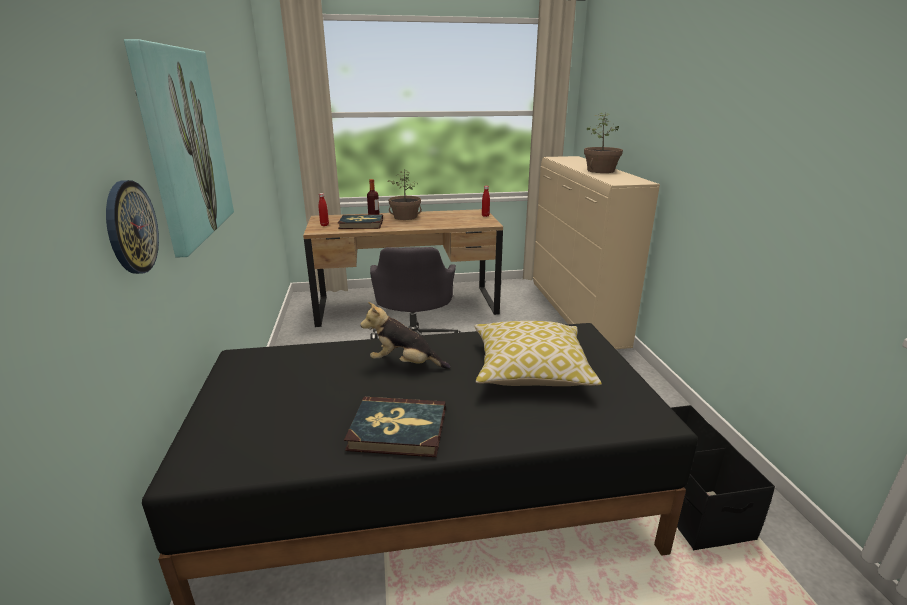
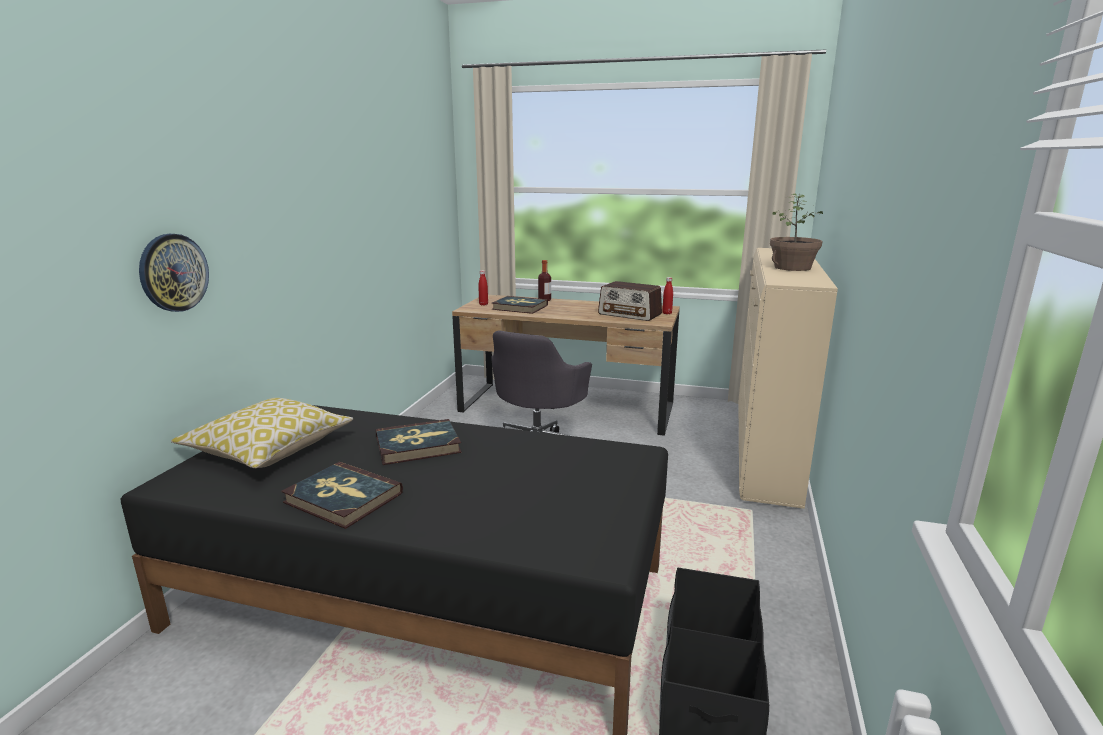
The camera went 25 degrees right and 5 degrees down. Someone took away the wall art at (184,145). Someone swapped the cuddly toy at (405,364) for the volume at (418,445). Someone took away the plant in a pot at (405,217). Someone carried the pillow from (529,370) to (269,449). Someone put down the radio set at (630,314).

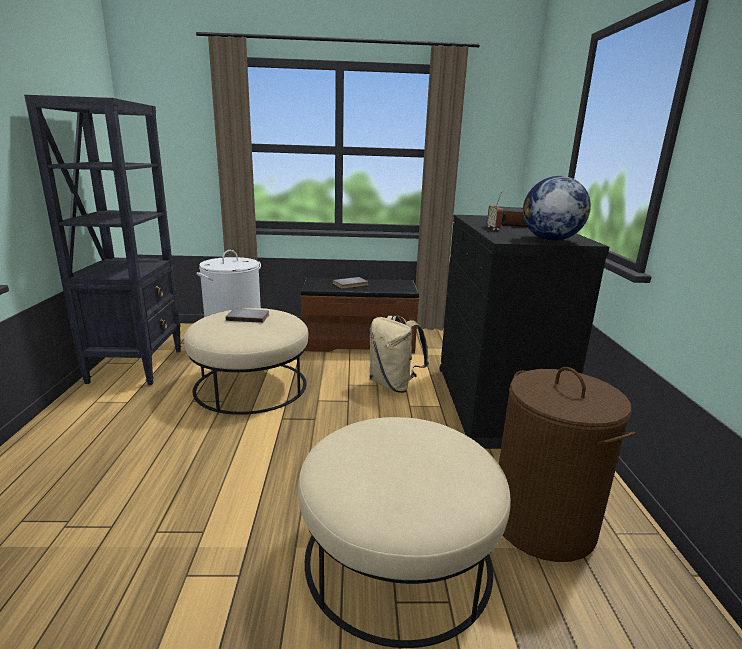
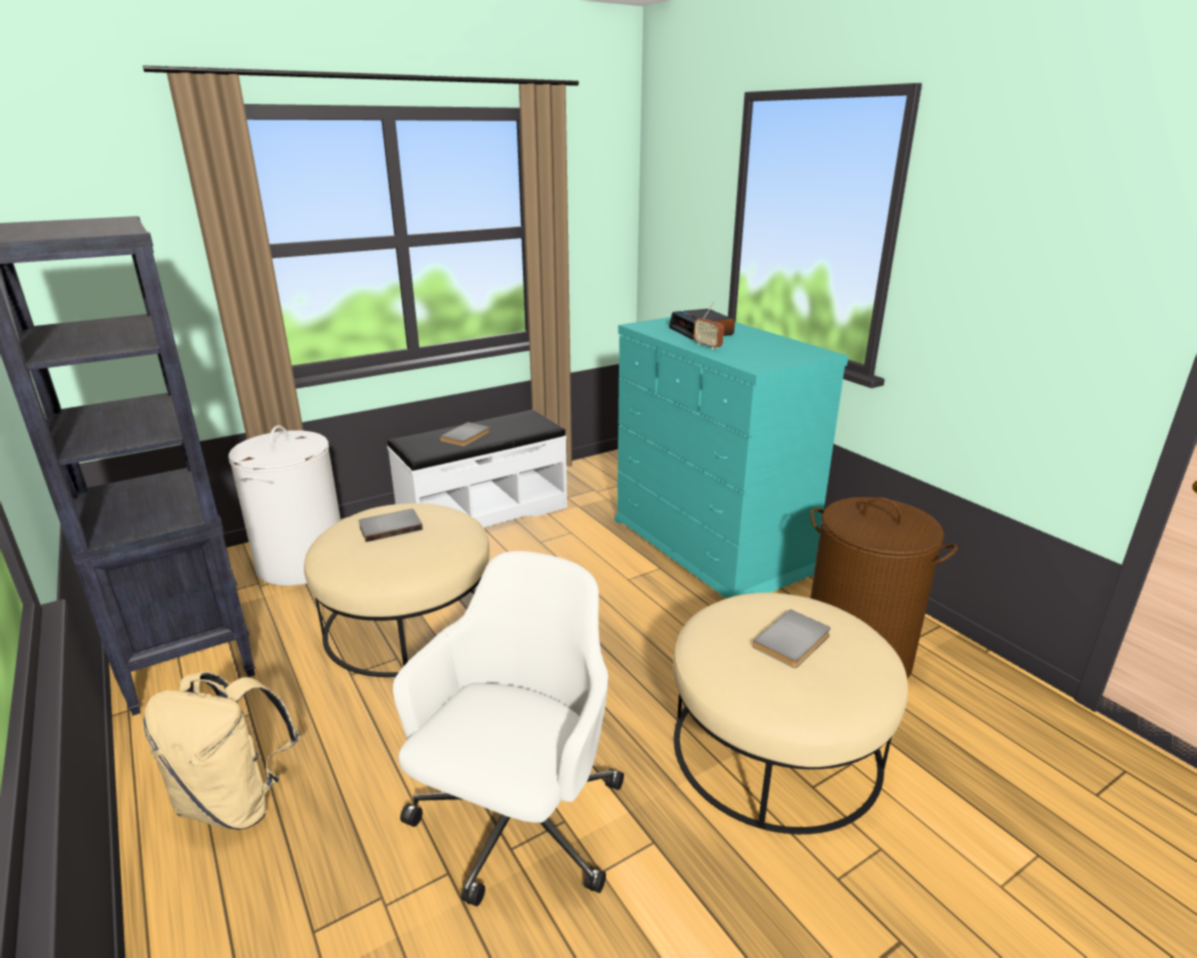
The camera went 30 degrees left and 5 degrees up. Someone repainted the brown long seat at (358,342), which became the white-coloured long seat at (483,513). Someone carried the sand-coloured rucksack from (394,385) to (236,802). Someone repainted the black-coloured drawer chest at (495,404), which became the turquoise drawer chest at (711,546). Someone took away the globe at (550,240). Someone put down the white-coloured desk chair at (517,824). Someone put down the greyish volume at (794,642).

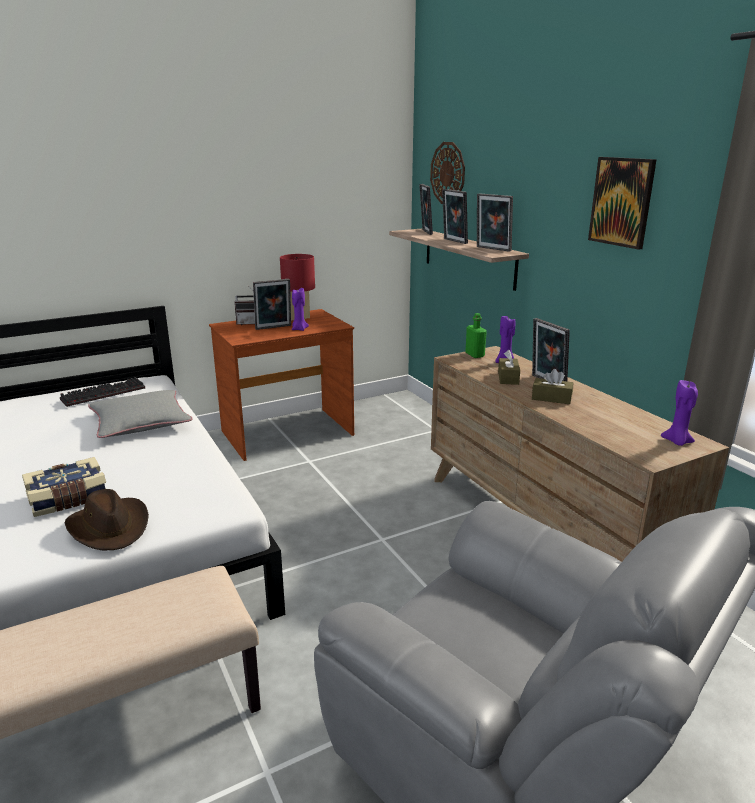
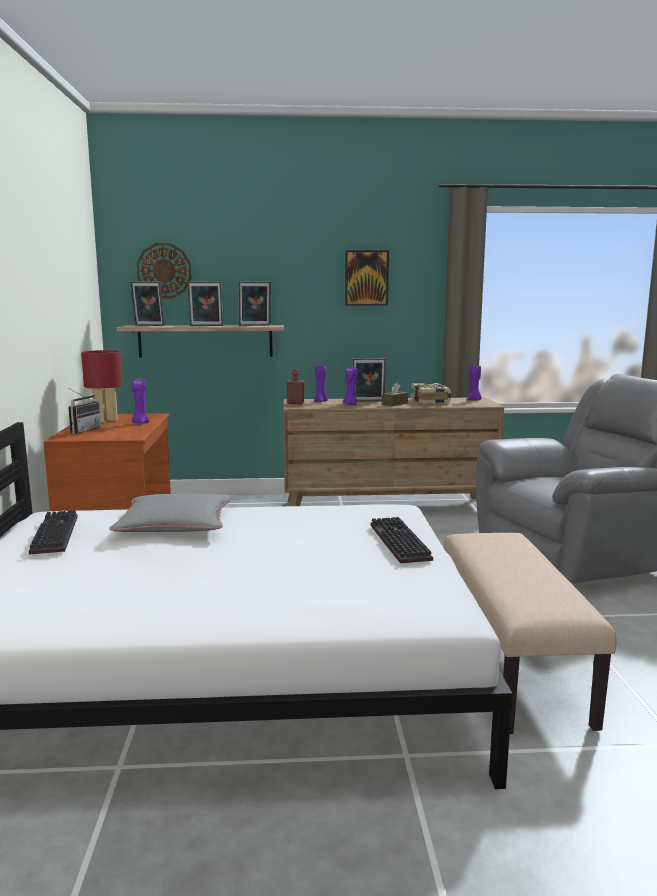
The camera went 65 degrees left and 10 degrees down. Someone carried the volume from (68,499) to (431,401). Someone swapped the brown wearable hat at (110,527) for the computer keyboard at (397,541). Someone took away the photo frame at (274,328). Someone repainted the greenish drink bottle at (474,355), which became the reddish drink bottle at (295,403). Someone swapped the brown tissue box at (508,378) for the purple-coloured candle at (350,404).

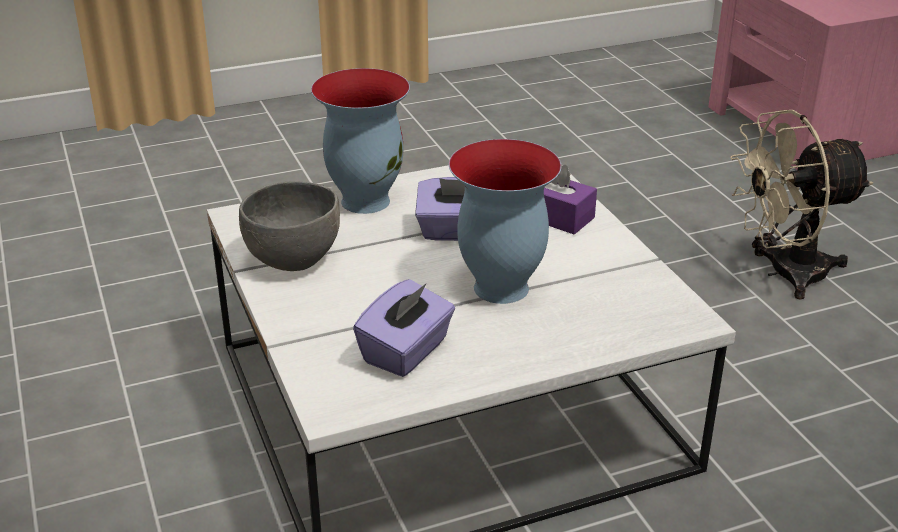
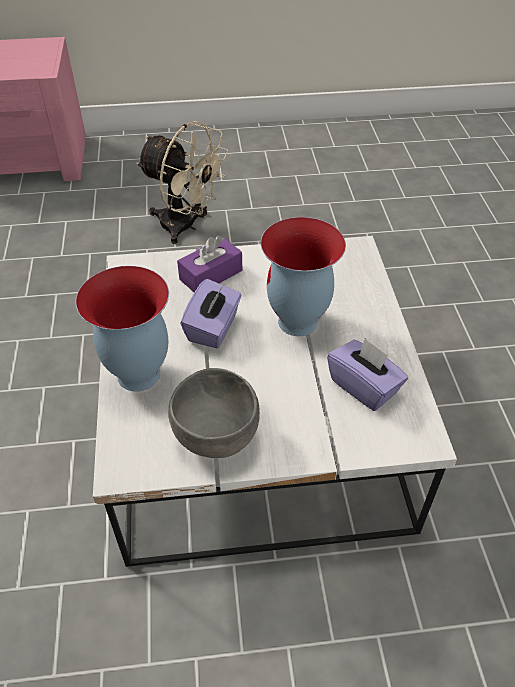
The camera went 75 degrees left and 15 degrees up. Someone rotated the sand-coloured fan at (784,273) by 60 degrees counterclockwise.

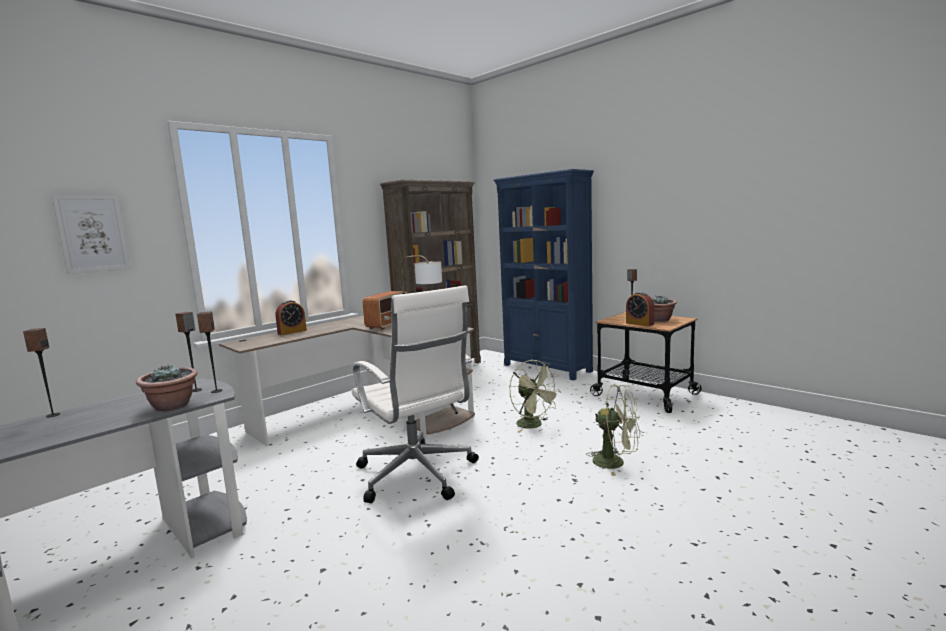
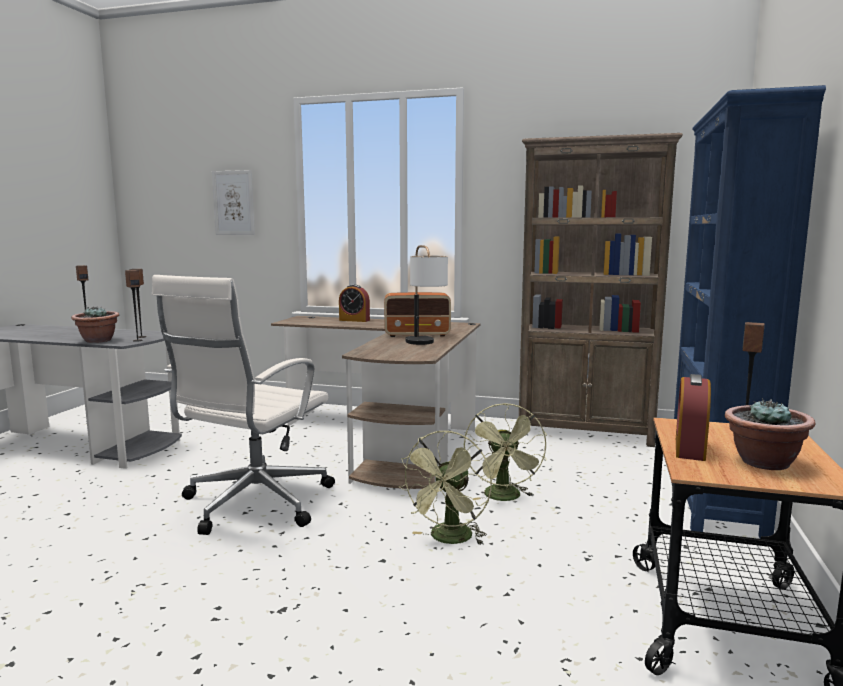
The camera went 60 degrees right and 0 degrees up. Someone carried the greenish fan from (616,463) to (505,498).

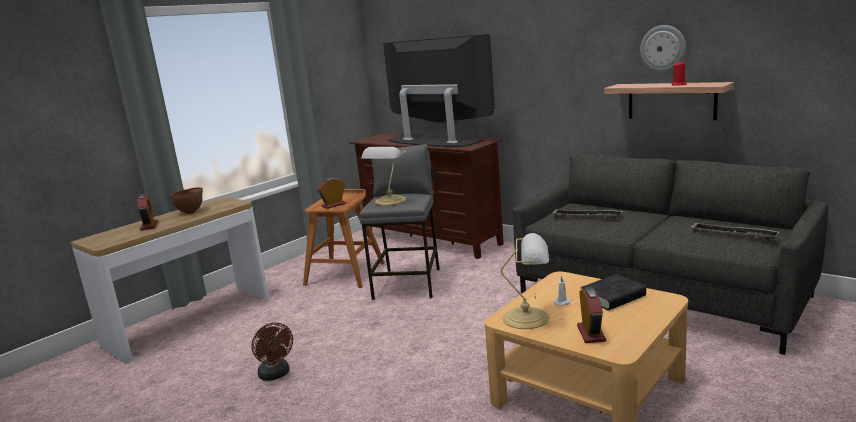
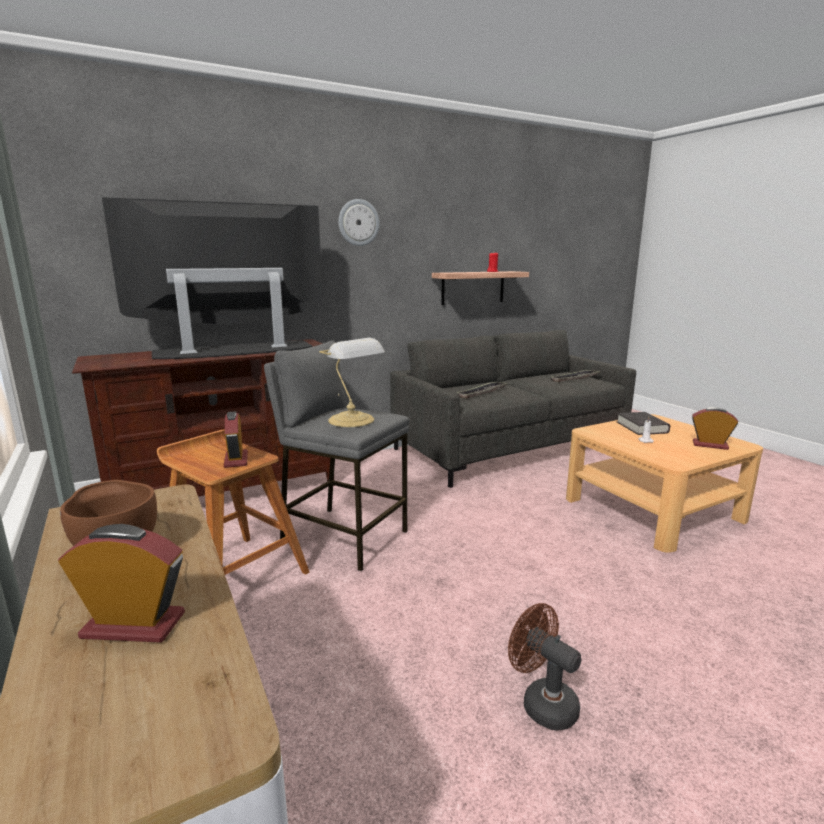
The camera went 70 degrees left and 0 degrees up. Someone rotated the brown fan at (276,375) by 120 degrees counterclockwise. Someone took away the table lamp at (528,317). Someone carried the hanging clock from (663,48) to (358,222).

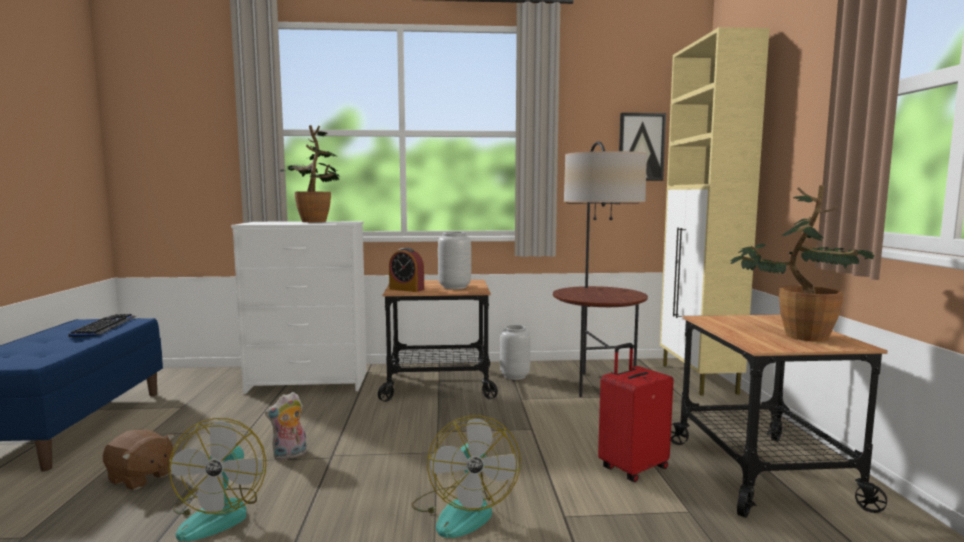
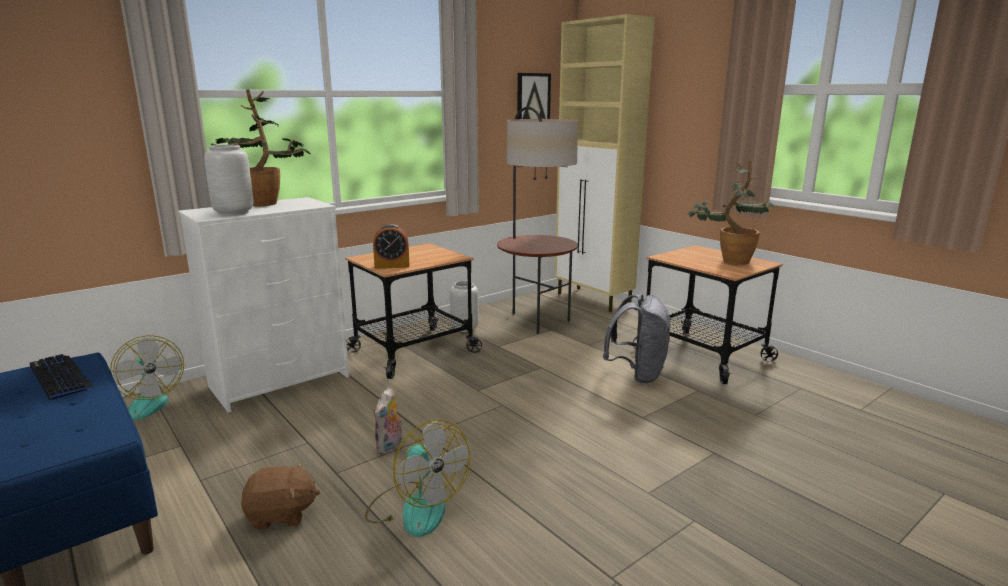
The camera went 35 degrees left and 10 degrees up. Someone carried the fan from (462,510) to (144,404). Someone carried the greyish vase from (455,287) to (234,213). Someone swapped the reddish travel case at (632,468) for the greyish rucksack at (637,374).

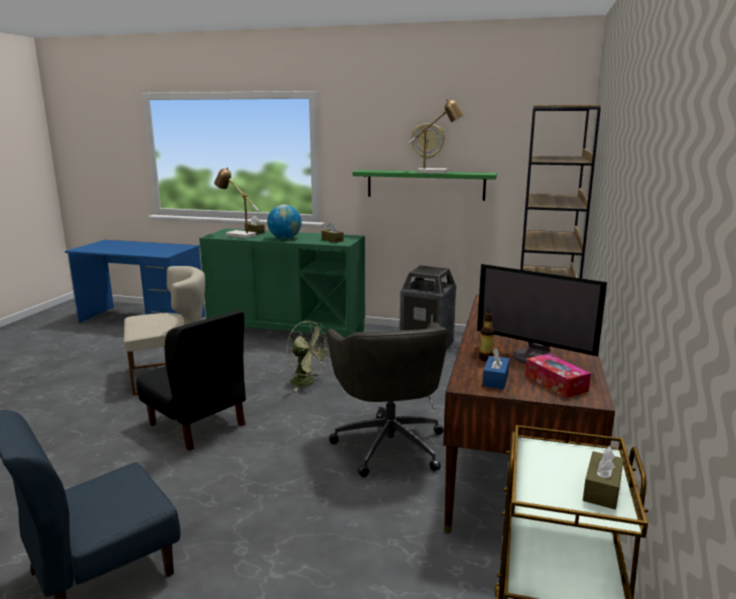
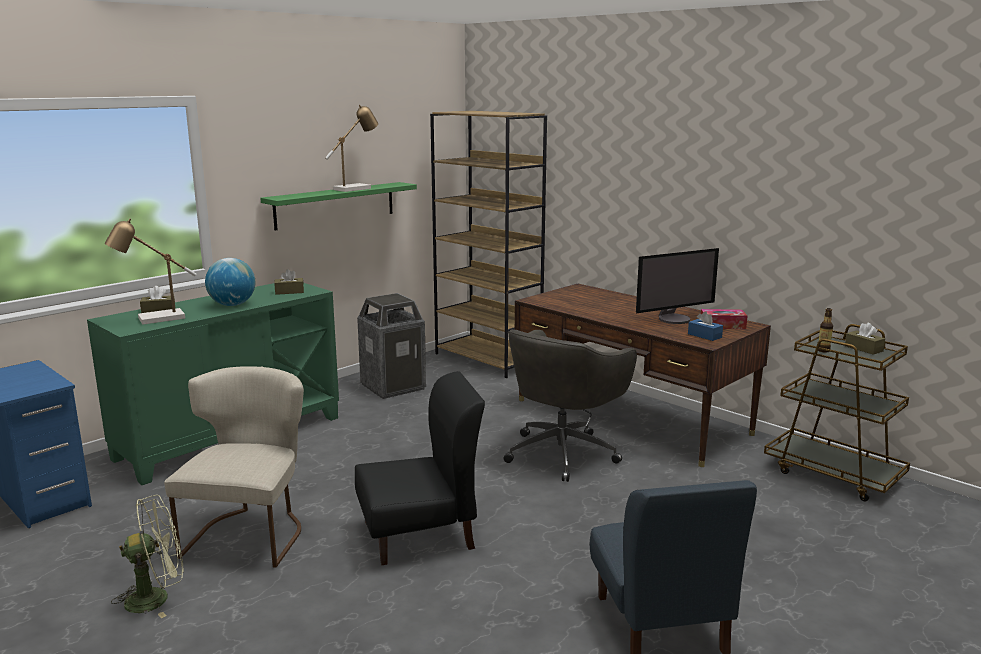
The camera went 60 degrees left and 0 degrees up. Someone carried the greenish fan from (307,382) to (157,597). Someone rotated the greyish desk chair at (389,444) by 105 degrees clockwise. Someone took away the hanging clock at (427,141). Someone carried the drink bottle from (485,359) to (823,350).

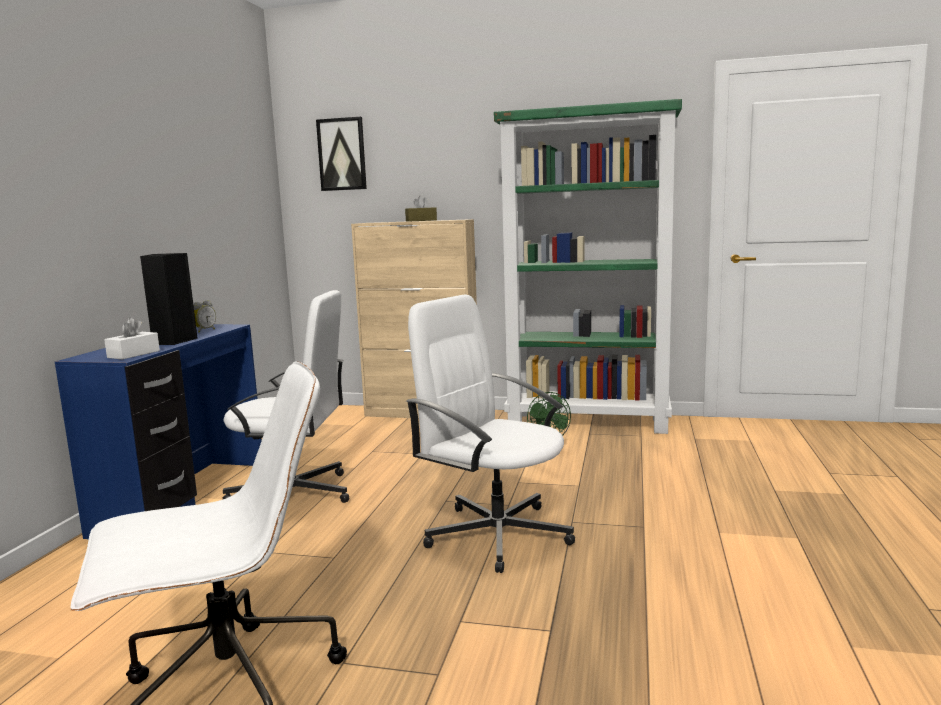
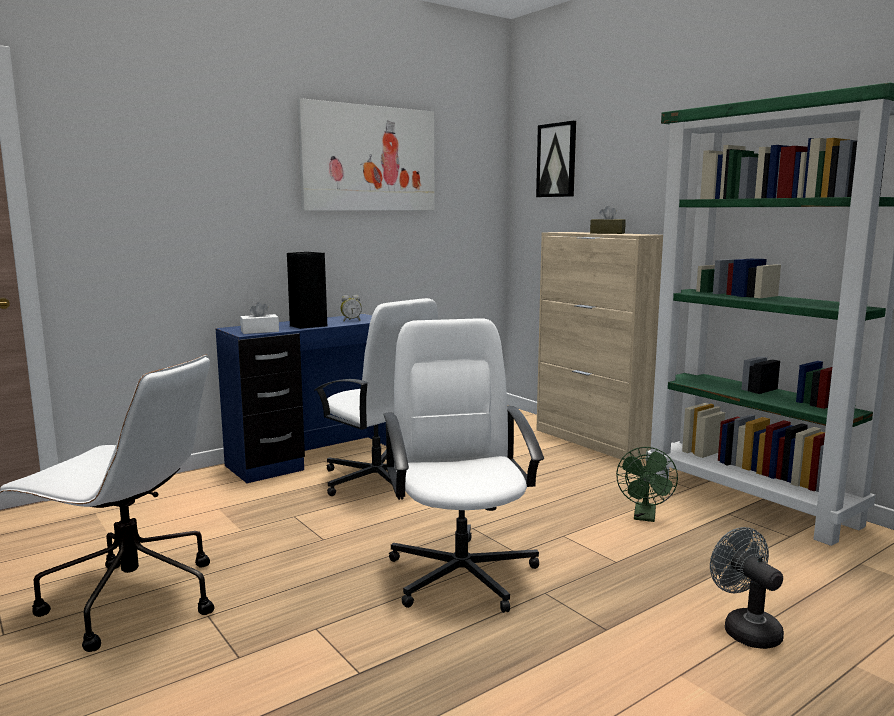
The camera went 40 degrees right and 0 degrees up. Someone put up the wall art at (369,158). Someone put down the greyish fan at (745,629).

